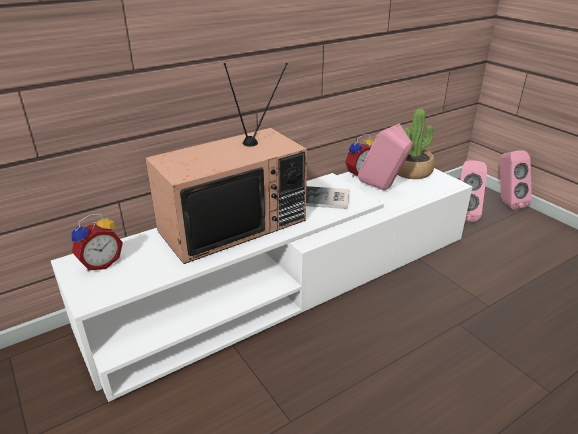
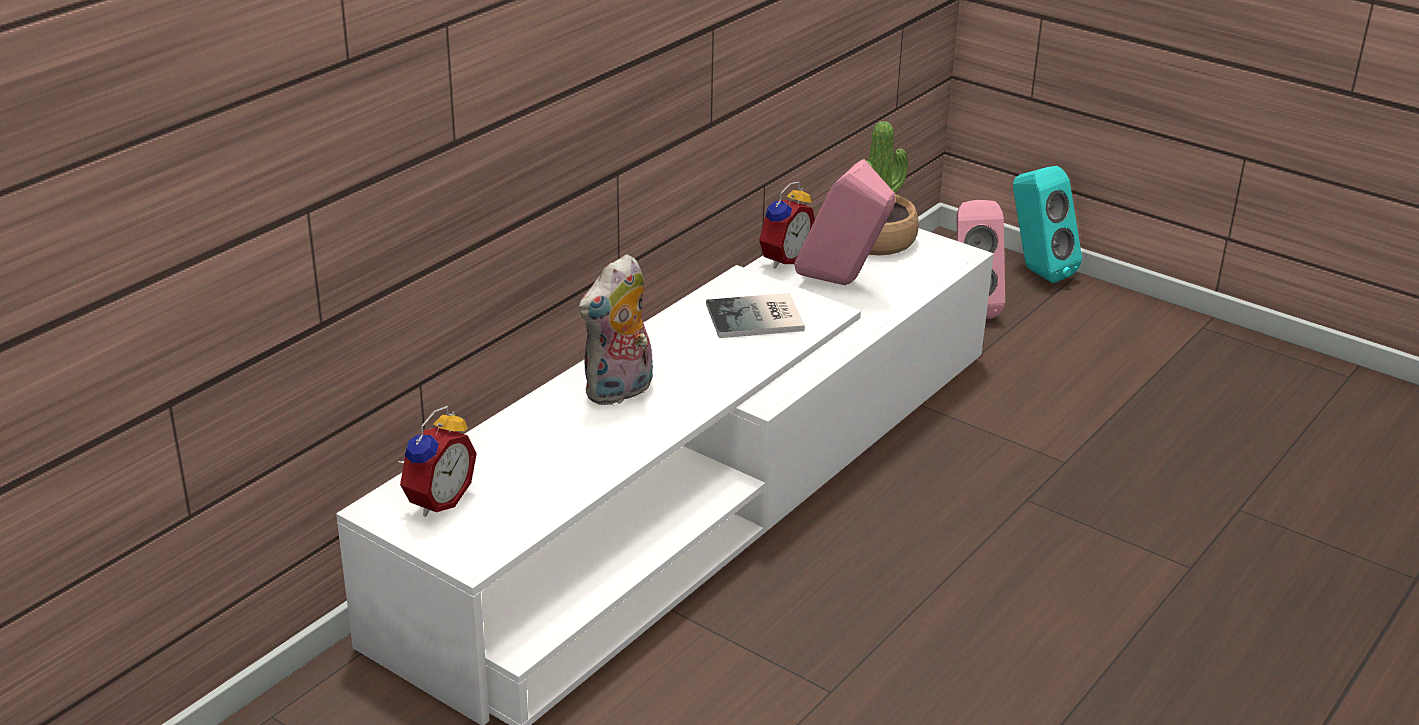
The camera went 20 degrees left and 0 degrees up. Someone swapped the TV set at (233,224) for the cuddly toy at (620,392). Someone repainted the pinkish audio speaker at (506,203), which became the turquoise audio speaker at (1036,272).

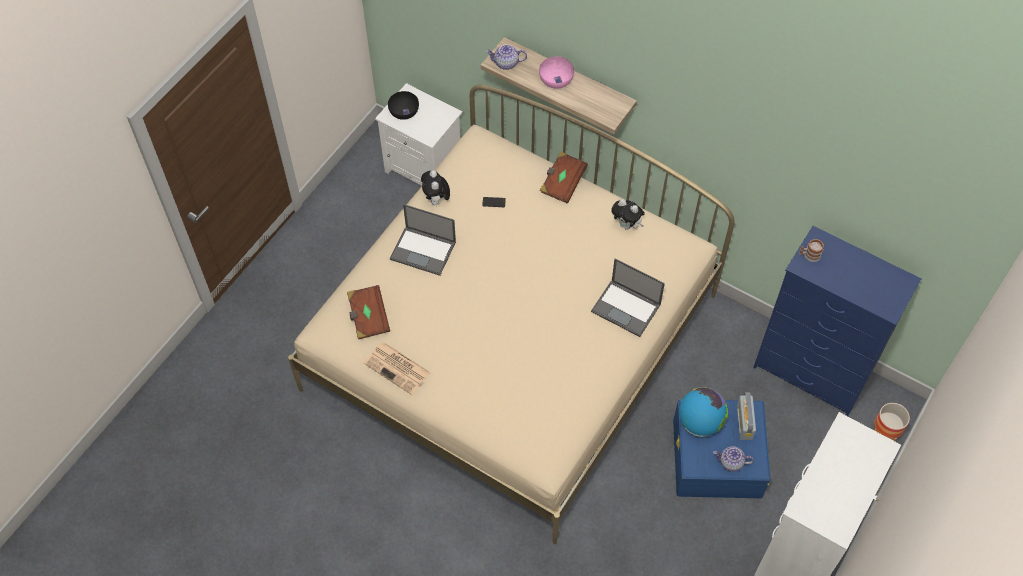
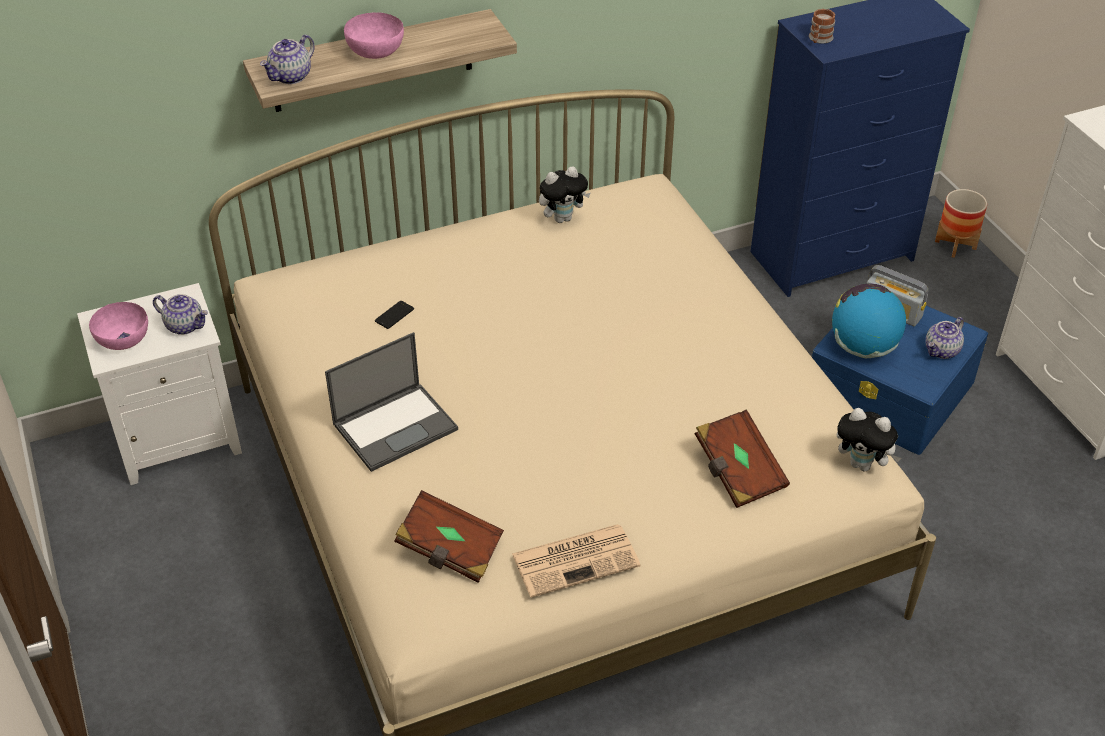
The camera went 55 degrees left and 15 degrees down. Someone repainted the black-coloured bowl at (404,111), which became the pinkish bowl at (122,339). Someone carried the cuddly toy from (436,200) to (863,464). Someone carried the brown volume from (562,183) to (738,472). Someone took away the notebook computer at (626,308). Someone put down the tea pot at (185,325).

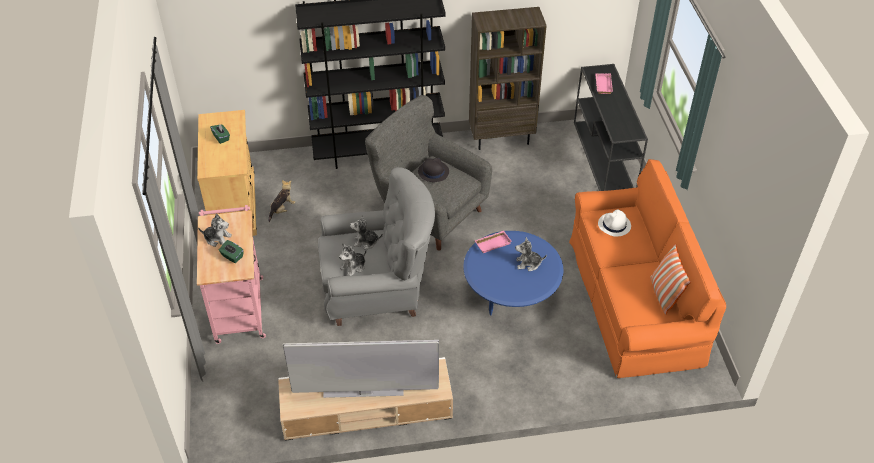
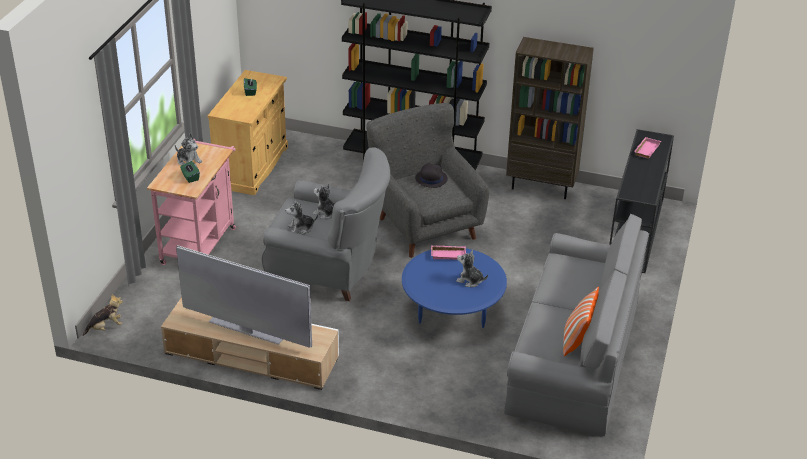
The camera went 25 degrees right and 10 degrees down. Someone carried the cuddly toy from (282,209) to (106,327). Someone repainted the orange settee at (634,300), which became the greyish settee at (572,357). Someone took away the white-coloured wearable hat at (614,225).

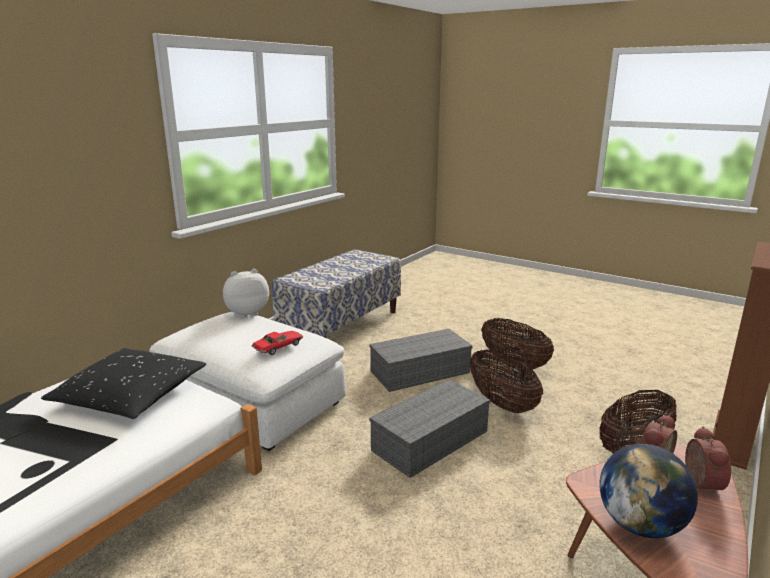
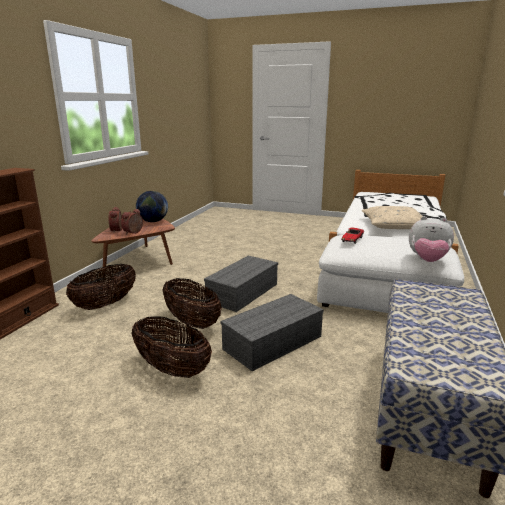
The camera went 165 degrees right and 0 degrees up. Someone repainted the black-coloured pillow at (131,395), which became the sand-coloured pillow at (394,226). Someone rotated the cuddly toy at (246,313) by 60 degrees clockwise.

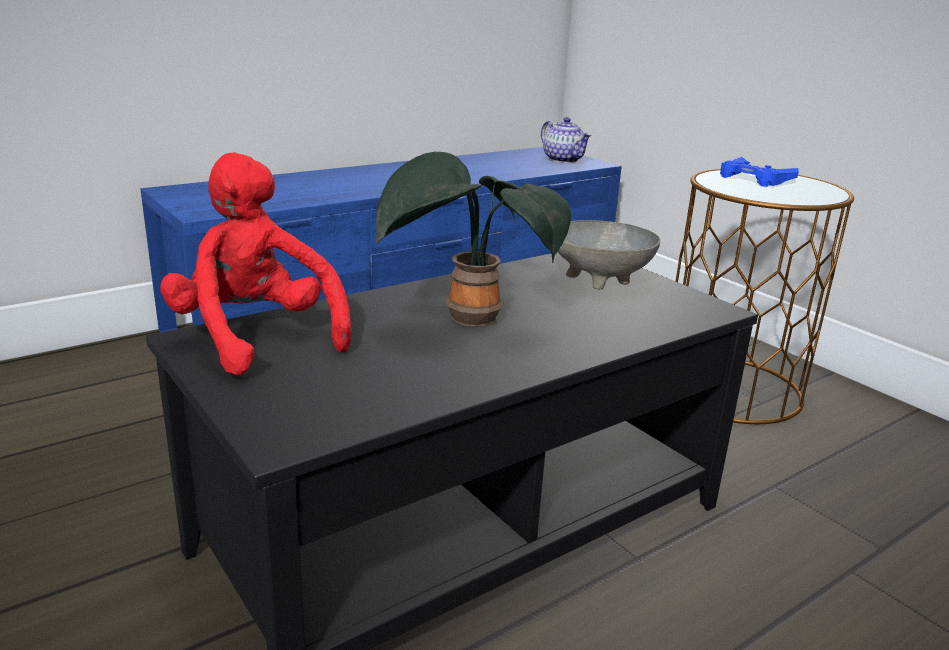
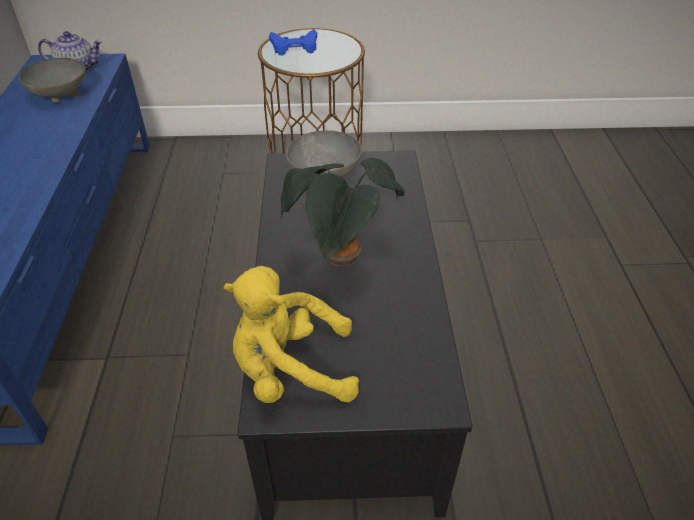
The camera went 55 degrees left and 20 degrees up. Someone repainted the reddish cuddly toy at (256,337), which became the yellow cuddly toy at (290,370). Someone put down the greyish bowl at (59,96).

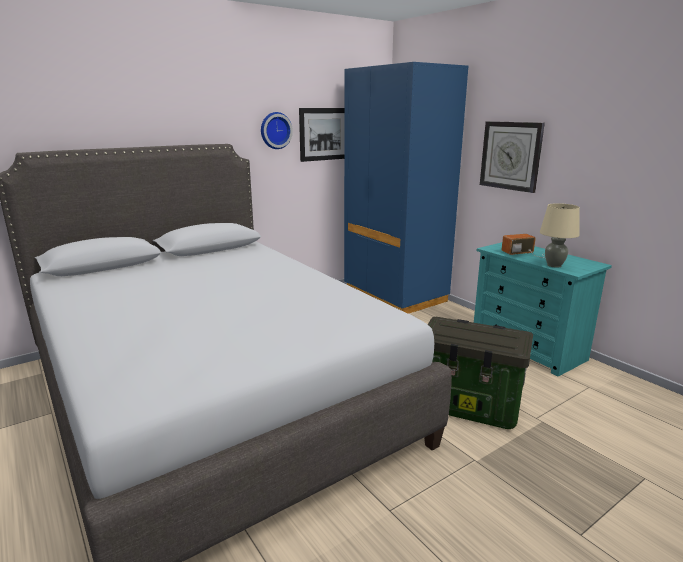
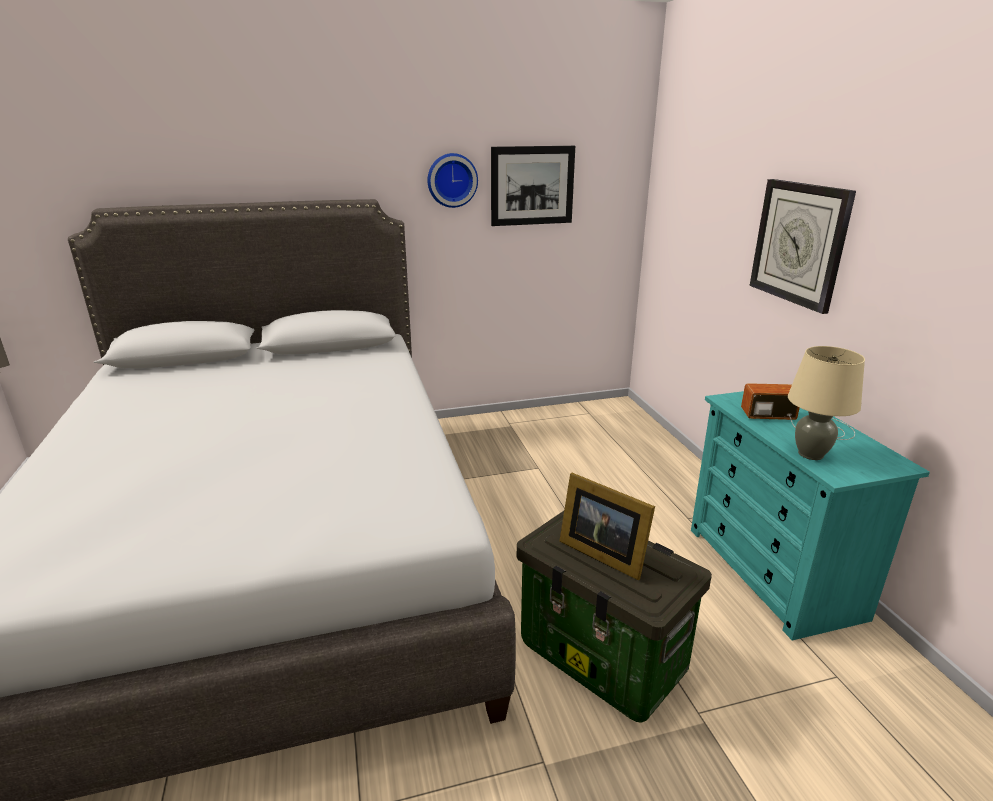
The camera went 20 degrees right and 5 degrees up. Someone took away the bluish clothes cupboard at (394,295). Someone put down the photo frame at (601,552).

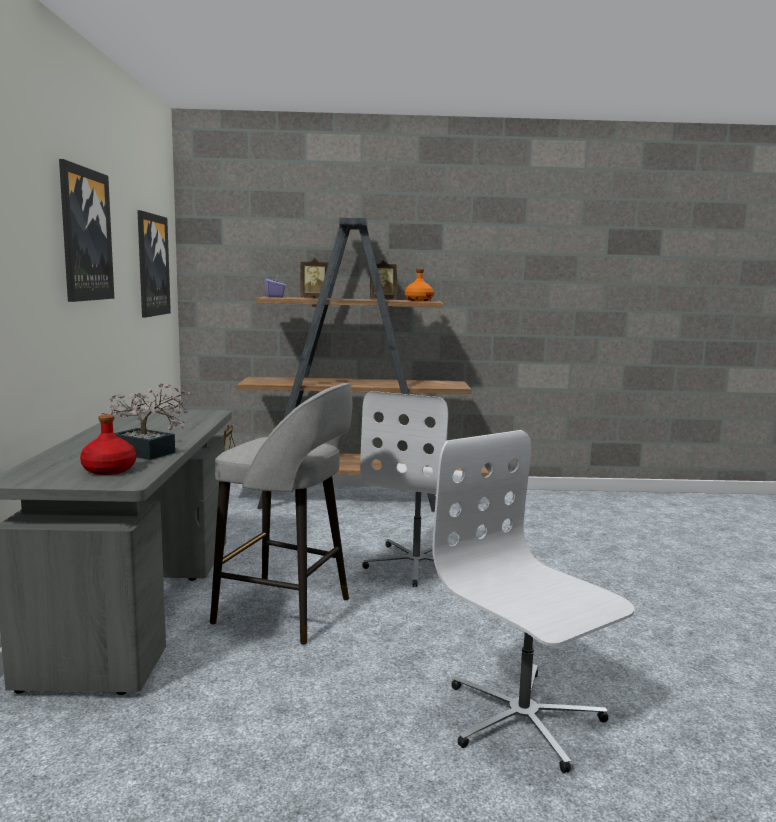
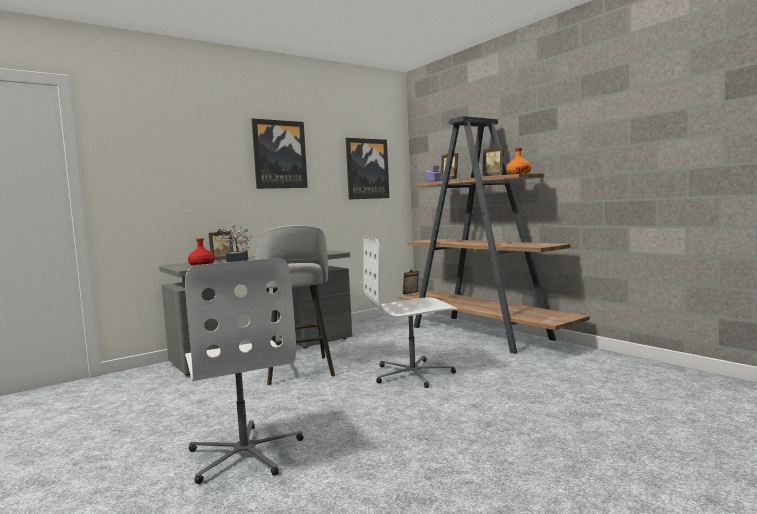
The camera went 55 degrees right and 5 degrees down. Someone rotated the white-coloured desk chair at (522,719) by 135 degrees clockwise. Someone put down the photo frame at (222,260).

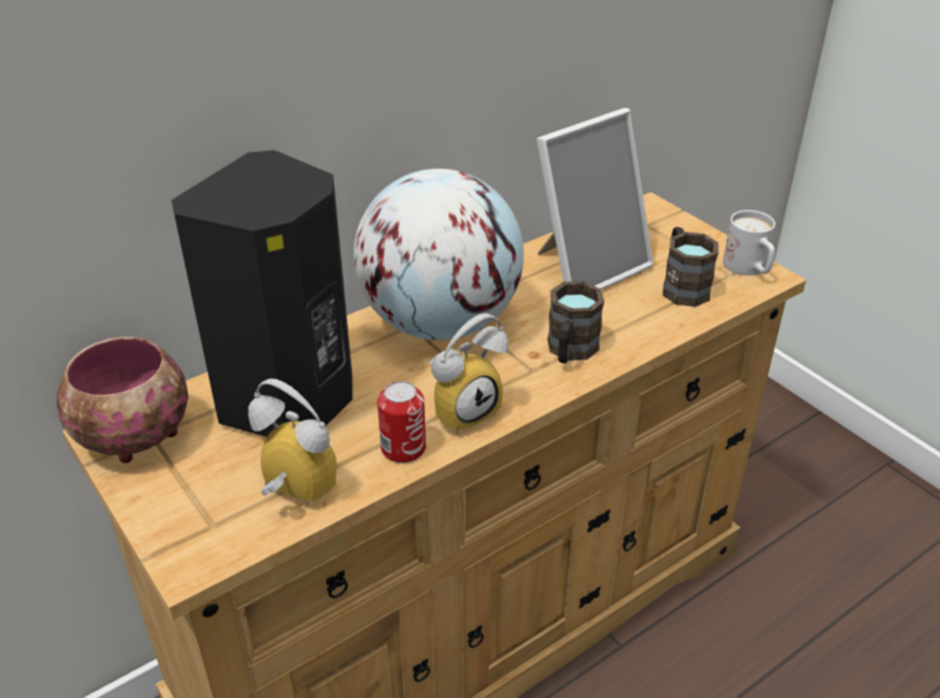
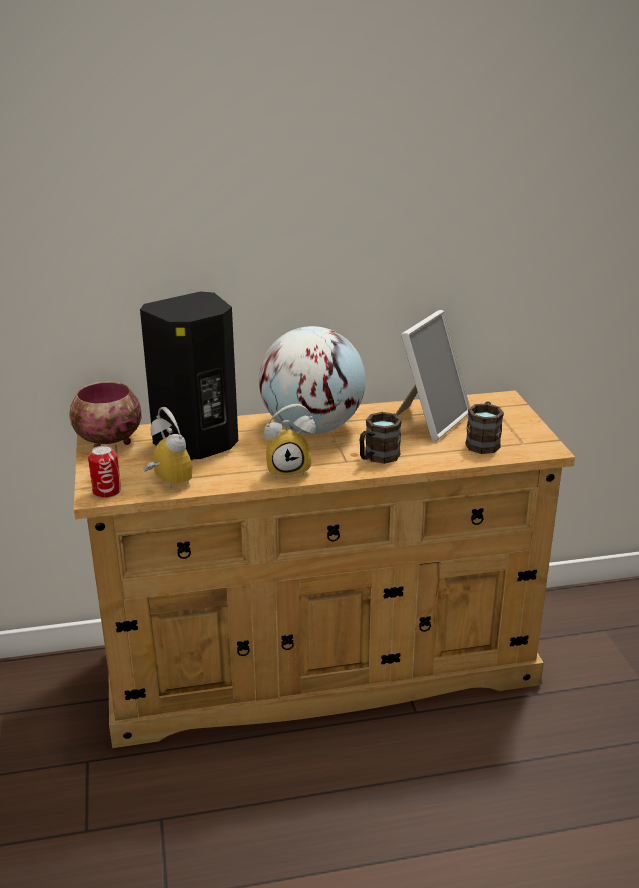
The camera went 25 degrees right and 10 degrees down. Someone carried the sealed can from (403,448) to (107,491). Someone rotated the photo frame at (587,267) by 45 degrees counterclockwise. Someone took away the white-coloured coffee mug at (749,269).

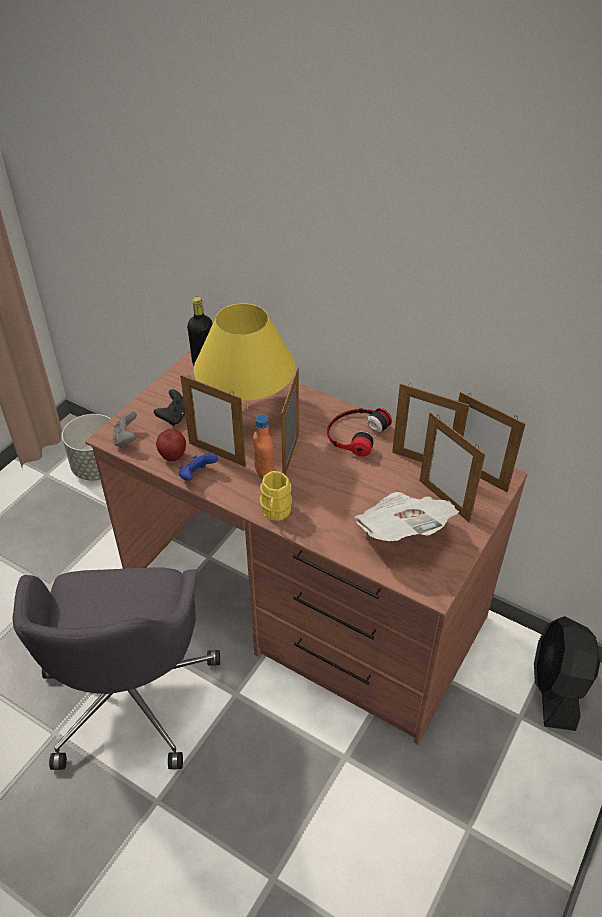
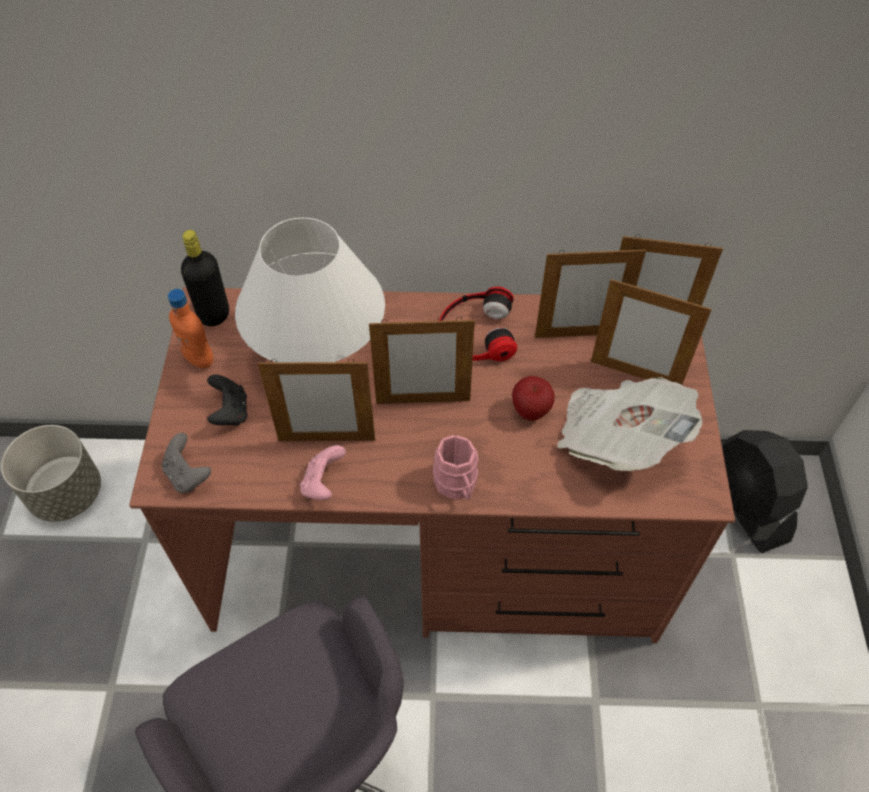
The camera went 30 degrees left and 10 degrees up. Someone carried the whole apple from (173,457) to (530,412). Someone repainted the bluish gamepad at (197,476), which became the pinkish gamepad at (323,483). Someone repainted the yellow table lamp at (247,408), which became the white-coloured table lamp at (319,356). Someone carried the orange drink bottle from (264,472) to (199,359). Someone repainted the yellow coffee mug at (275,512), which became the pinkish coffee mug at (457,486). Someone rotated the photo frame at (291,458) by 75 degrees counterclockwise.

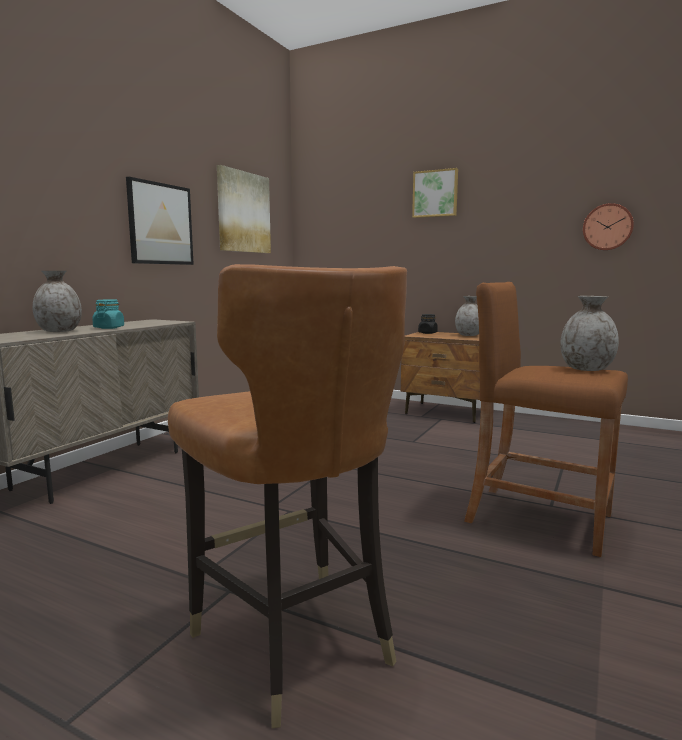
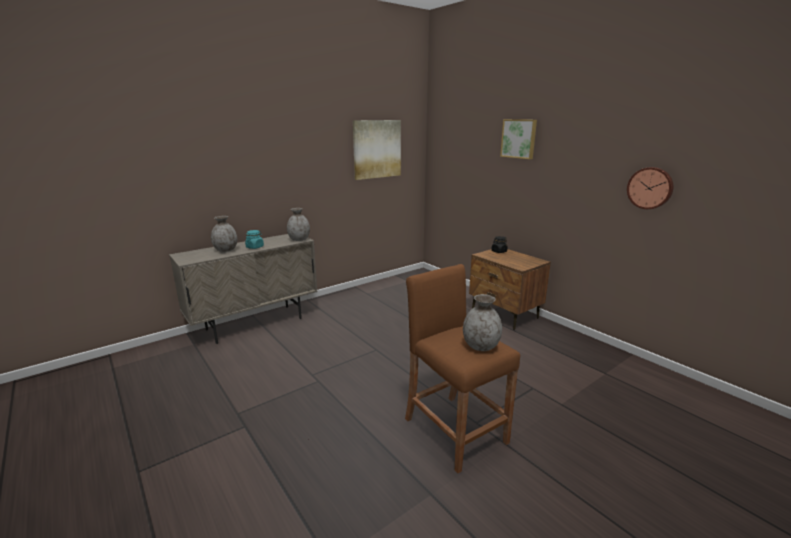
The camera went 25 degrees right and 10 degrees up. Someone took away the wall art at (160,224). Someone took away the brown plain chair at (292,642). Someone carried the greyish vase from (469,335) to (299,239).

